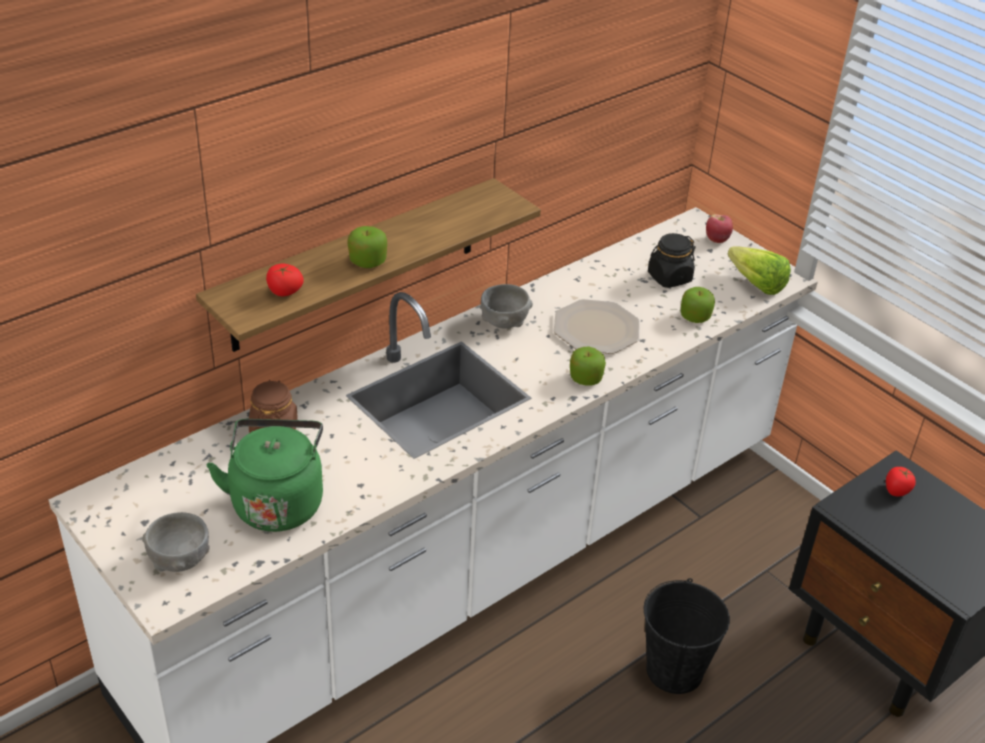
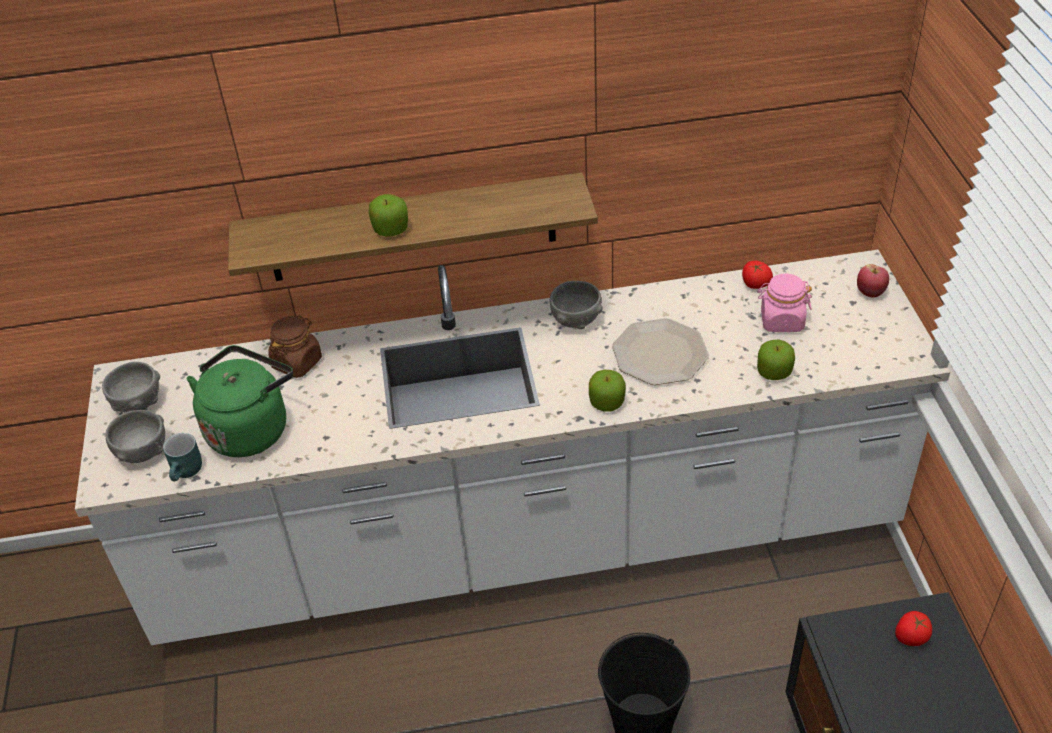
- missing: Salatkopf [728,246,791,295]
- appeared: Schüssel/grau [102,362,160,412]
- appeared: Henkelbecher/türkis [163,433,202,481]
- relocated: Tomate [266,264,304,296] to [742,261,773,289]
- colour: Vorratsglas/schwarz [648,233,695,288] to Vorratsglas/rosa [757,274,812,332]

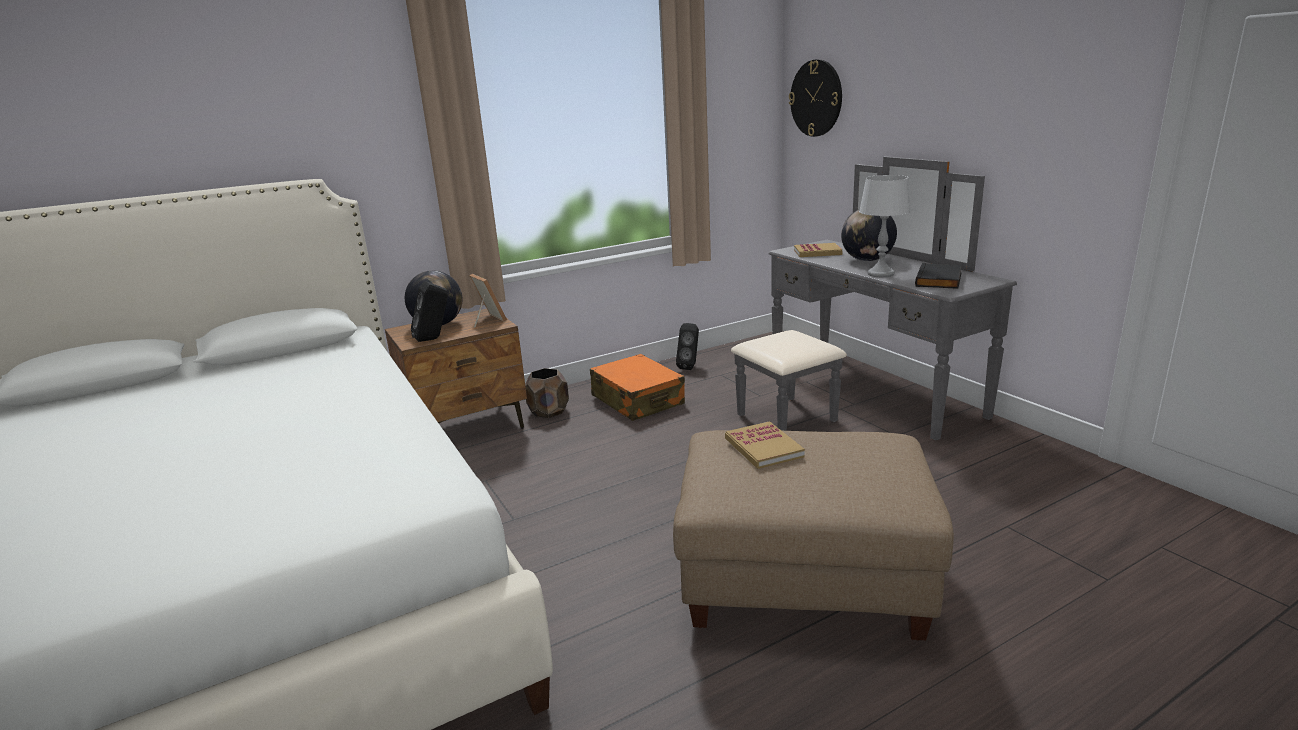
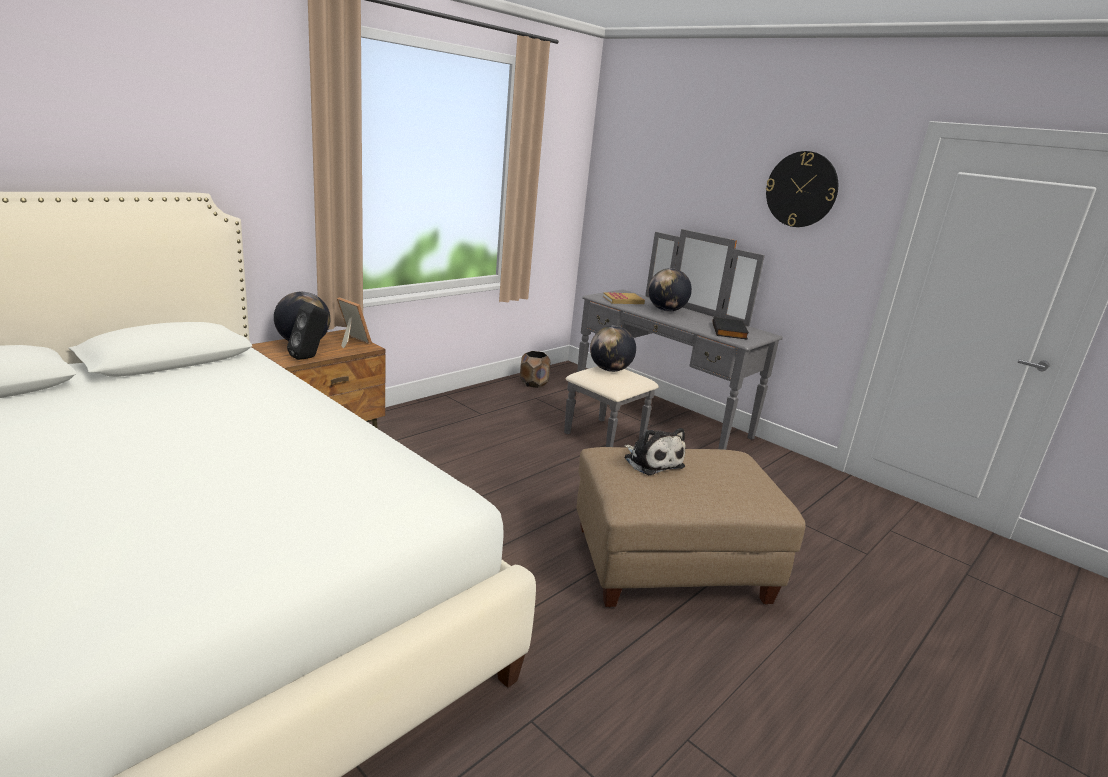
- missing: Koffer/orange [590,354,685,421]
- missing: Lautsprecher/schwarz [676,323,699,370]
- missing: Tischlampe/grau [859,175,911,277]
- appeared: Globus [590,326,636,372]
- relocated: Pflanzkübel/braun [525,368,569,418] to [520,351,551,388]
- relocated: Wanduhr [789,59,842,137] to [766,151,838,227]
- exchanged: Buch [725,421,805,469] to Plüschtier [624,428,686,475]

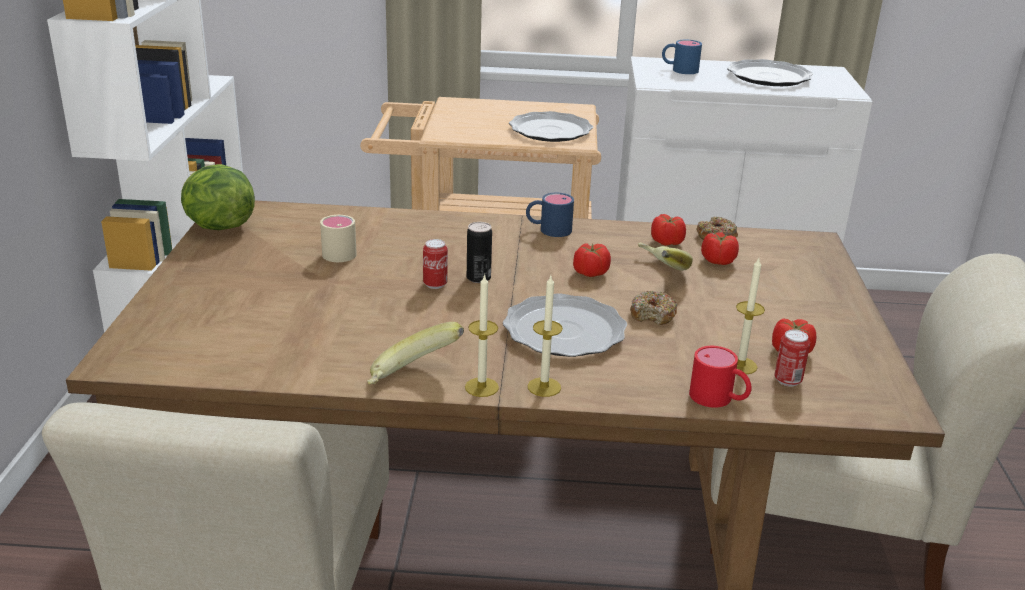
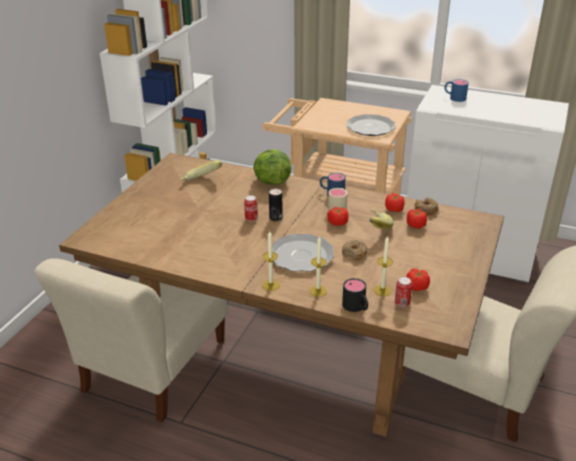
- missing: Teller [727,59,813,86]
- relocated: Salatkopf [181,164,255,230] to [253,149,291,185]
- relocated: Henkelbecher/beige [320,215,357,262] to [328,188,347,211]
- relocated: Banane [367,322,464,385] to [179,160,222,181]
- relocated: Kerze [465,274,499,397] to [309,237,327,297]
- colour: Henkelbecher/rot [689,346,752,408] to Henkelbecher/schwarz [342,278,368,312]

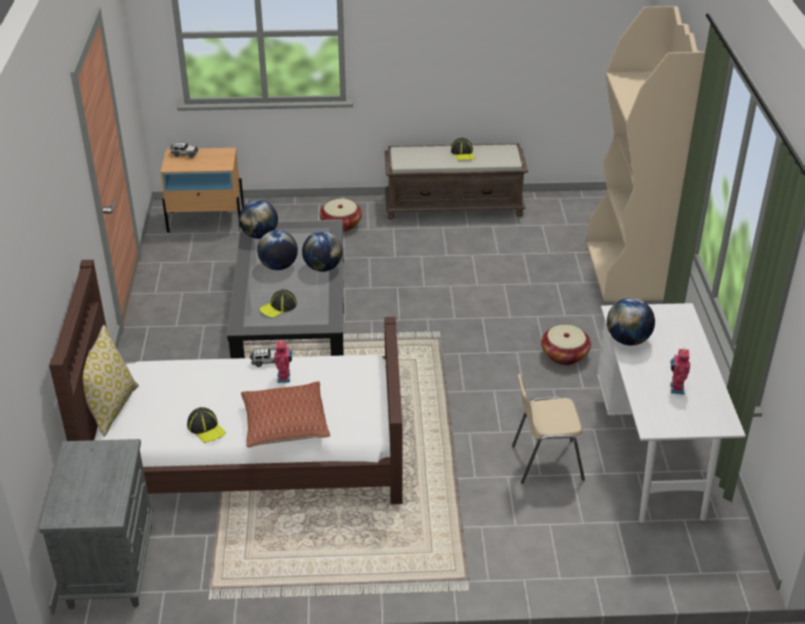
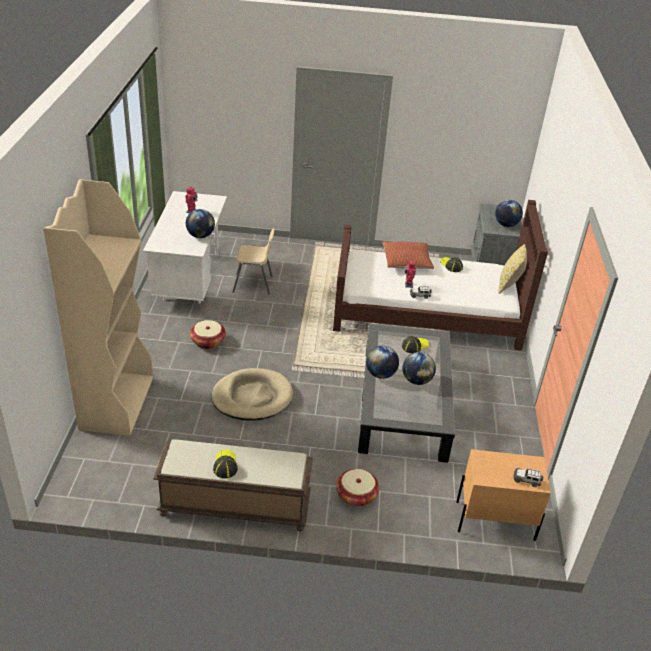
- appeared: Hundebett/beige [212,368,293,420]
- relocated: Globus [239,200,278,239] to [495,200,523,227]

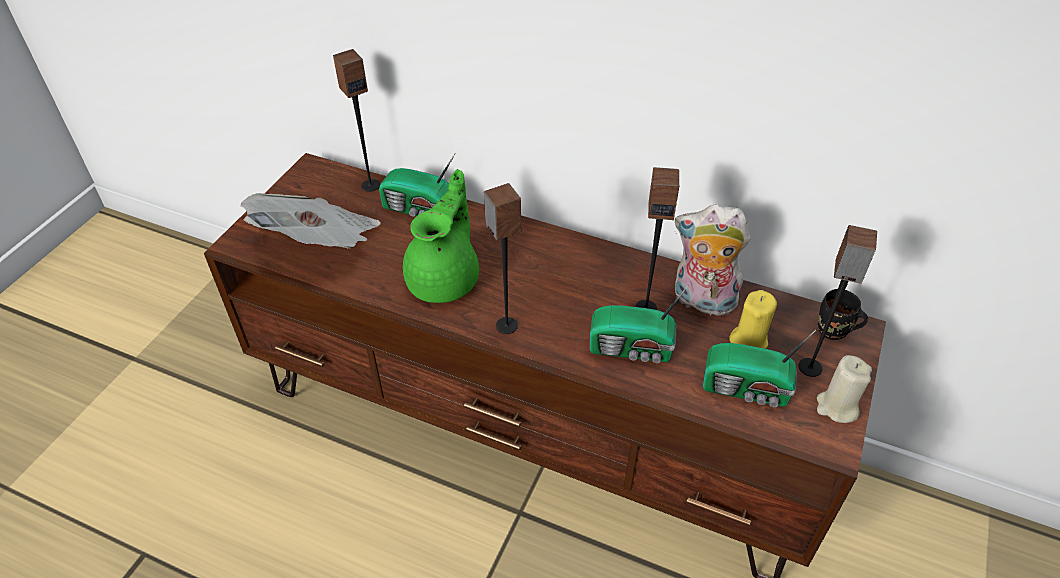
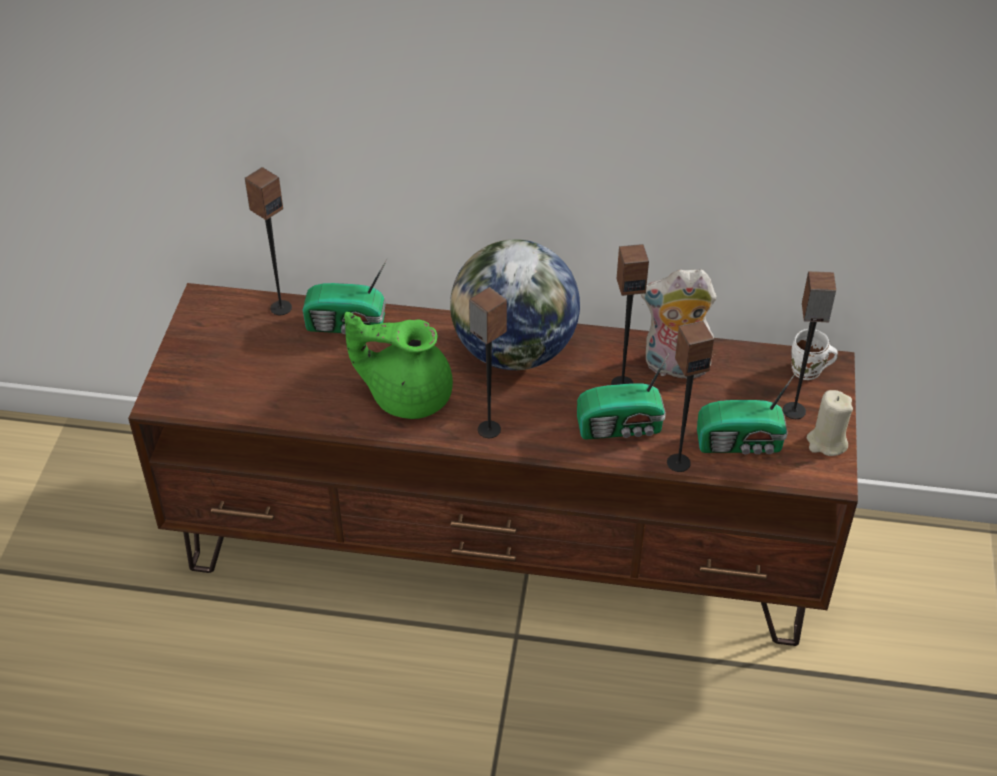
- missing: Zeitung [241,193,381,248]
- missing: Kerze/gelb [729,290,777,349]
- appeared: Globus [450,239,580,370]
- appeared: Lautsprecher [667,321,714,472]
- colour: Henkelbecher/schwarz [818,289,868,340] to Henkelbecher/weiß [791,329,838,380]
- spun: Teekanne/grün [403,169,479,303] = [344,312,453,419] 90 degrees counterclockwise

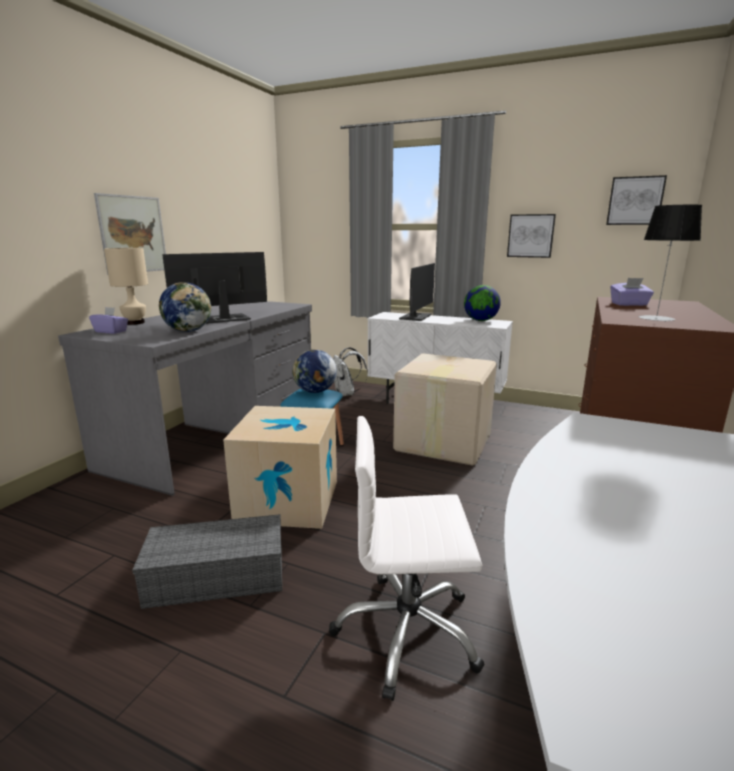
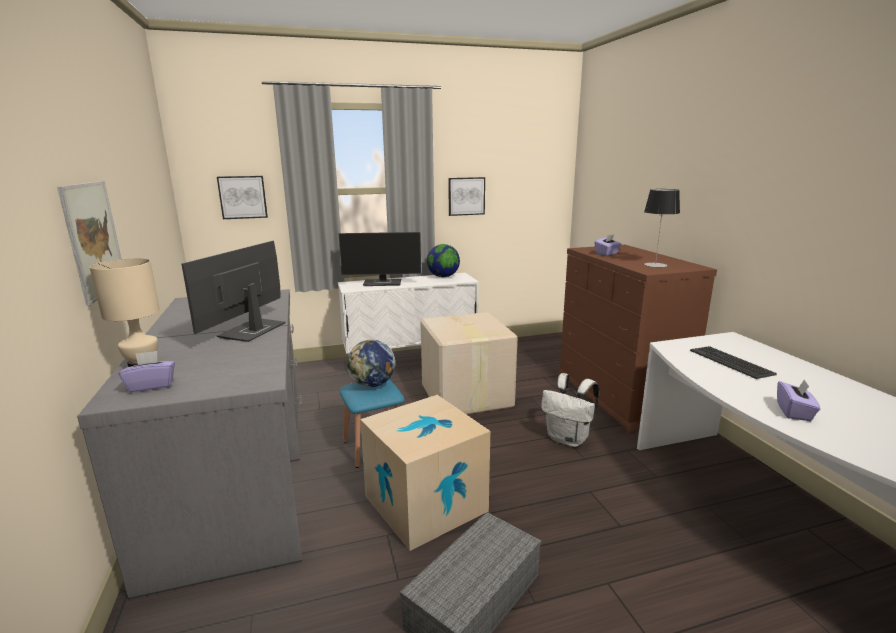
- missing: Globus [159,282,211,332]
- missing: Bürostuhl/weiß [329,416,484,701]
- appeared: Tastatur [690,346,777,379]
- appeared: Taschentuchbox/lila [777,379,820,421]
- relocated: Rucksack/weiß [333,347,368,396] to [541,373,599,447]
- relocated: Bild [606,175,667,225] to [217,176,268,219]
- spun: Monitor [399,263,435,321] = [338,232,421,286] 105 degrees clockwise

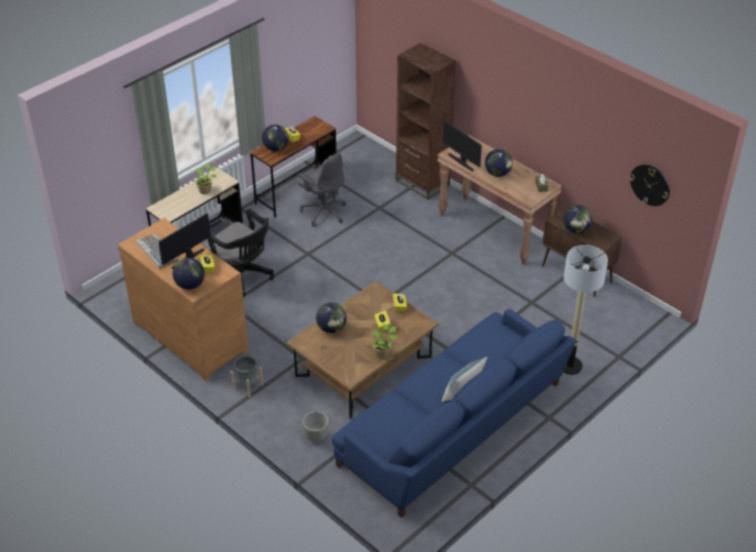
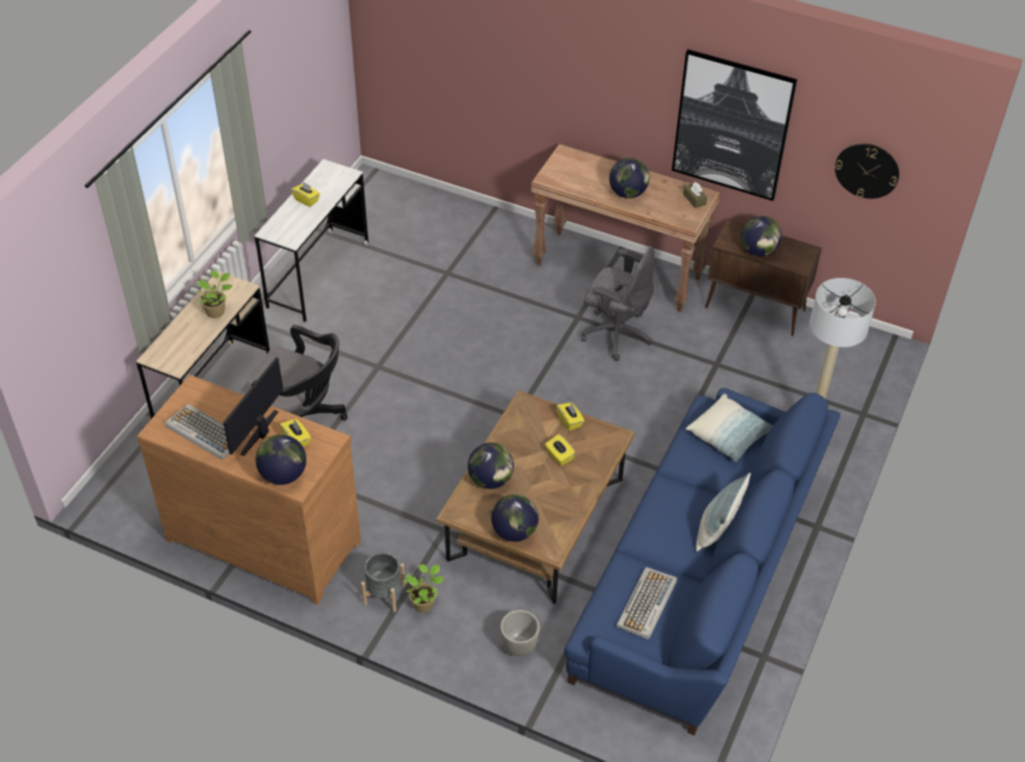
- missing: Bücherregal/braun [396,43,456,200]
- missing: Monitor [443,121,482,171]
- appeared: Tastatur [616,567,677,640]
- appeared: Bild [672,49,797,201]
- appeared: Kissen [686,394,773,462]
- relocated: Globus [262,124,289,151] to [491,494,539,542]
- relocated: Bürostuhl/grau [298,153,346,227] to [581,246,654,361]
- relocated: Topfpflanze [370,324,398,358] to [403,564,445,613]
- colour: Schreibtisch/braun [250,116,336,217] to Schreibtisch/weiß [255,159,369,322]

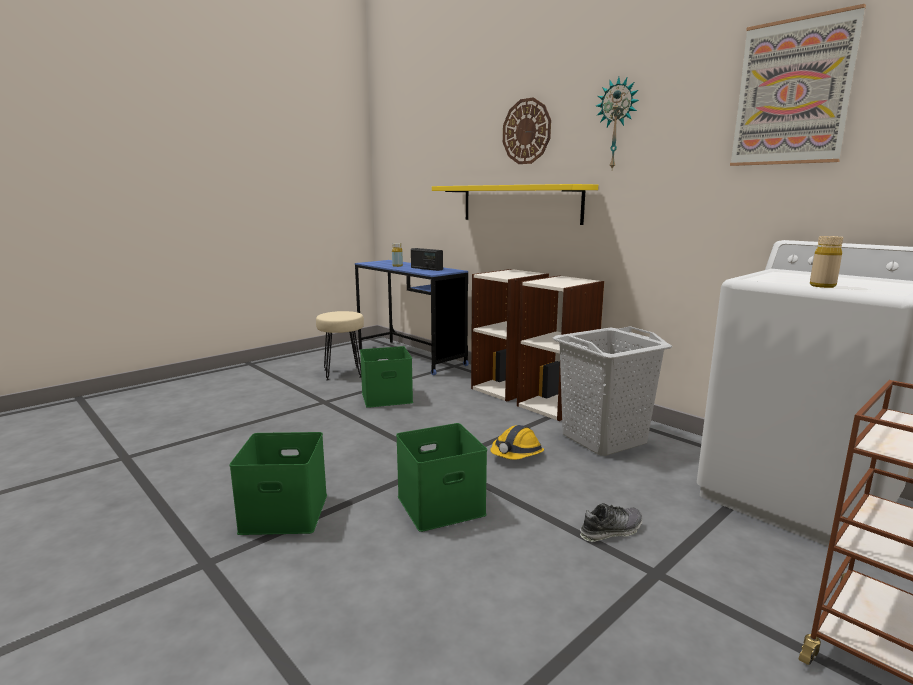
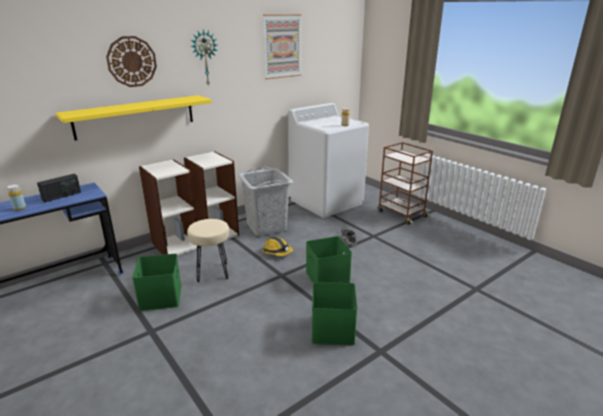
- relocated: Hocker/beige [316,311,364,381] to [187,219,229,282]

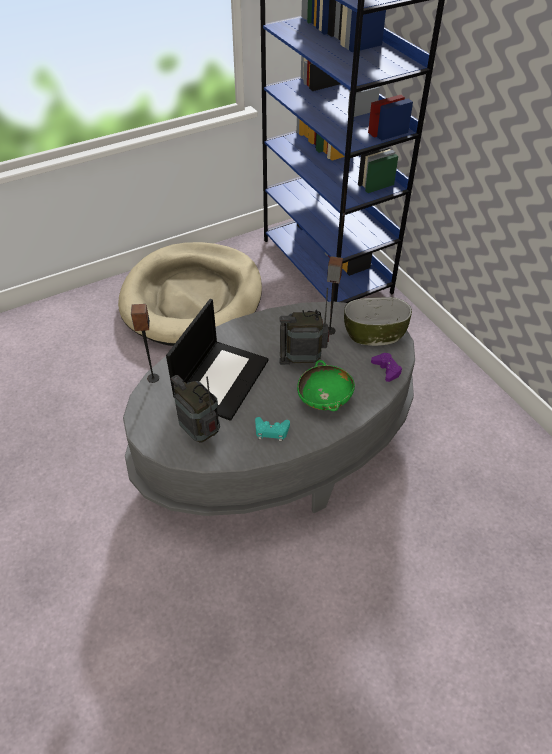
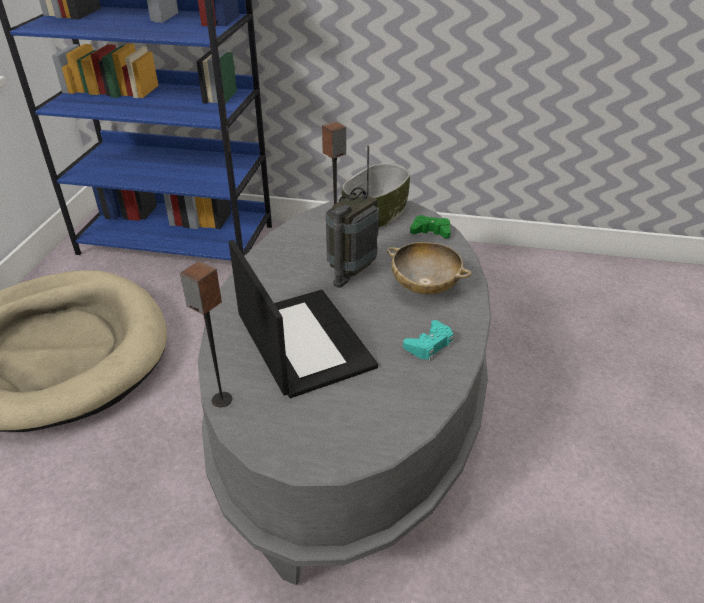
- missing: Radio [171,375,220,442]
- colour: Schüssel/grün [297,360,355,411] to Schüssel/beige [387,242,471,294]
- colour: Gamepad/lila [371,353,402,382] to Gamepad/grün [410,215,451,239]

